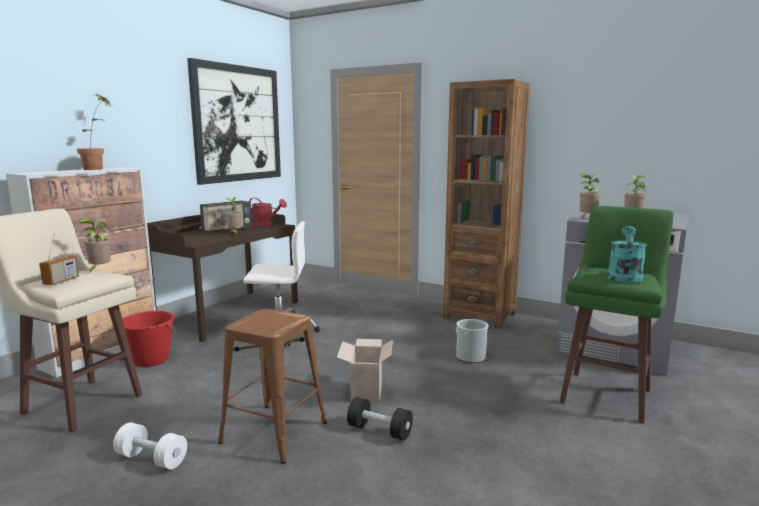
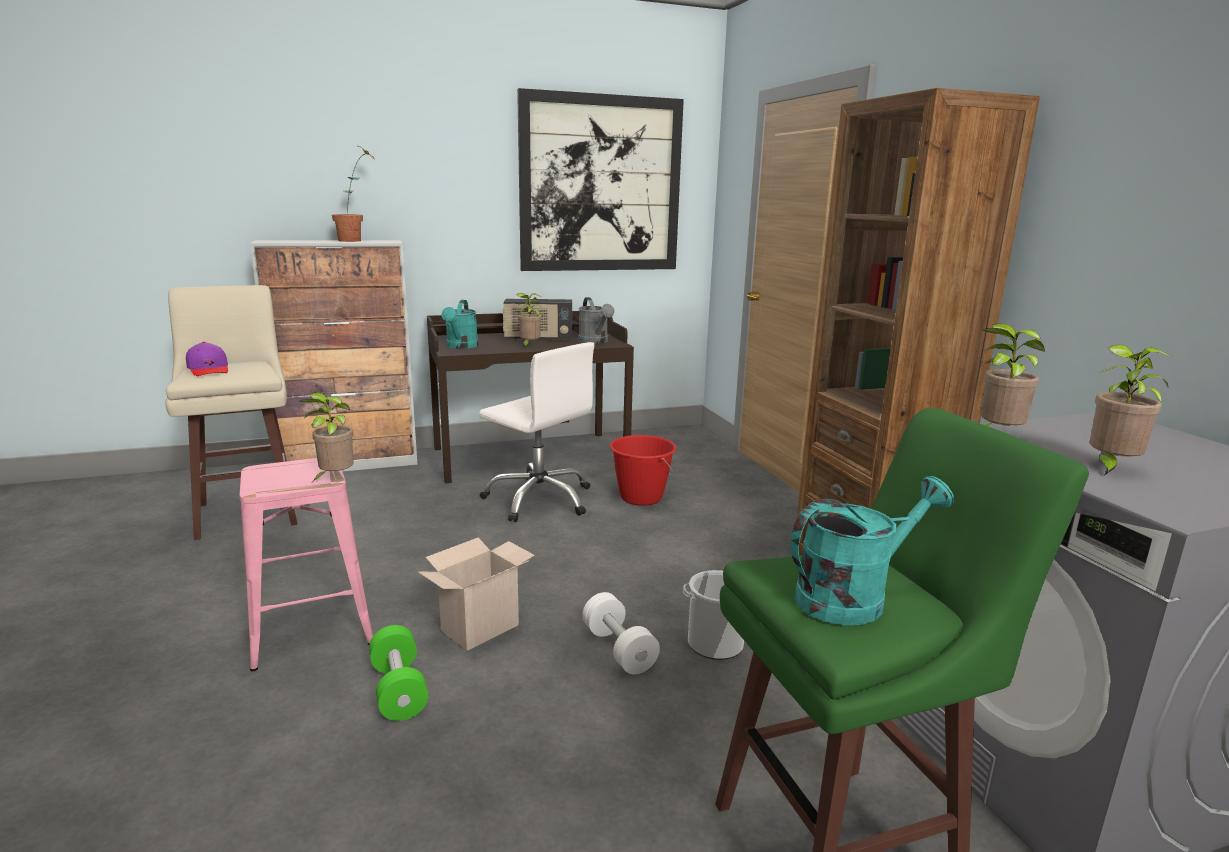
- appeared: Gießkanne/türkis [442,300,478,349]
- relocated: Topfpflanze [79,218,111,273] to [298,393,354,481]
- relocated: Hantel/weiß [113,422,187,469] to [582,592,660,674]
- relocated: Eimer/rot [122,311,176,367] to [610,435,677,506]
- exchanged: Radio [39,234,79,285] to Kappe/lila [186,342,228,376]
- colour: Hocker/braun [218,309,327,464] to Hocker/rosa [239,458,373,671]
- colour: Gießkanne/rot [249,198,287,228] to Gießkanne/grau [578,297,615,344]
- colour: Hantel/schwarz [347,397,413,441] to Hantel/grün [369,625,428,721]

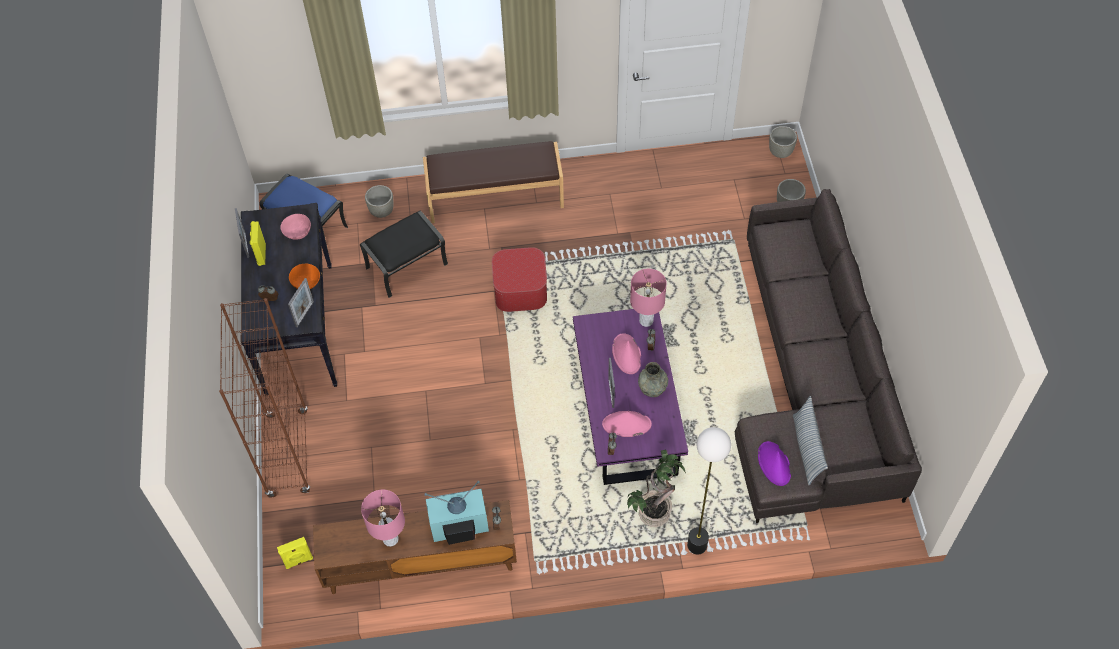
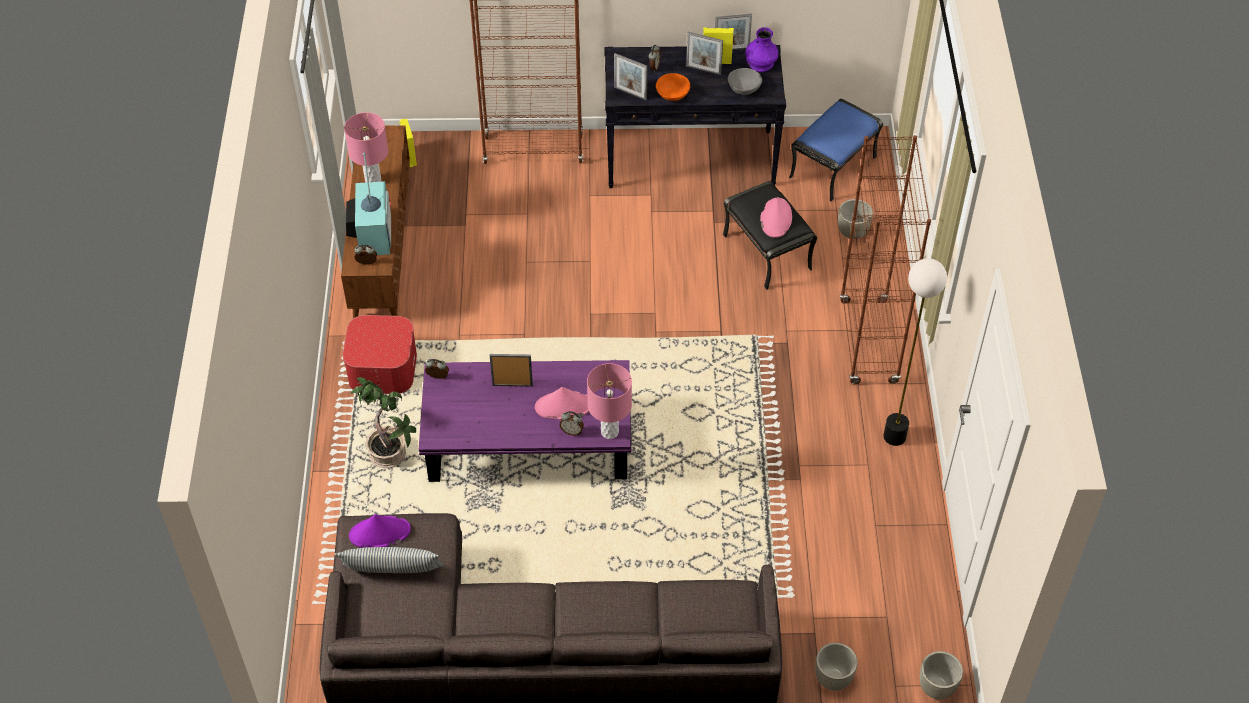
- missing: Vase/grau [638,362,668,397]
- appeared: Bilderrahmen [686,32,723,75]
- appeared: Vase/lila [745,27,778,72]
- relocated: Polsterhocker [492,247,547,312] to [343,315,417,394]
- relocated: Hut/rosa [602,411,652,437] to [760,197,792,238]
- relocated: Stehlampe [687,427,731,554] to [883,258,947,446]
- exchanged: Bank/braun [423,141,564,223] to Bücherregal/braun [839,135,931,384]
- colour: Schüssel/rosa [280,214,311,240] to Schüssel/grau [728,68,762,95]

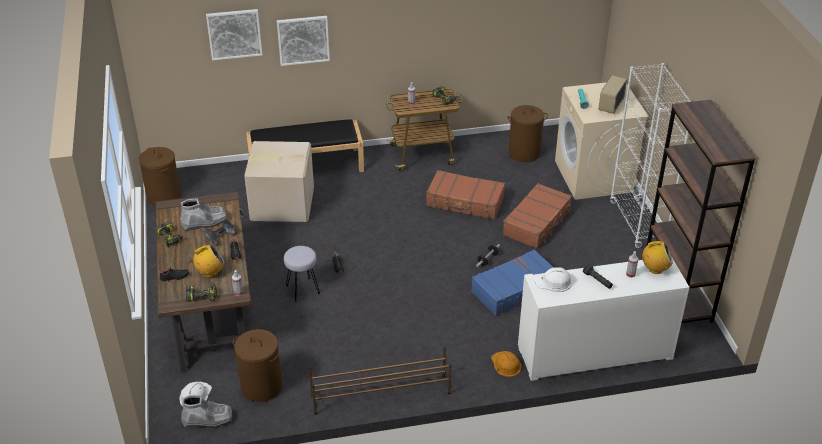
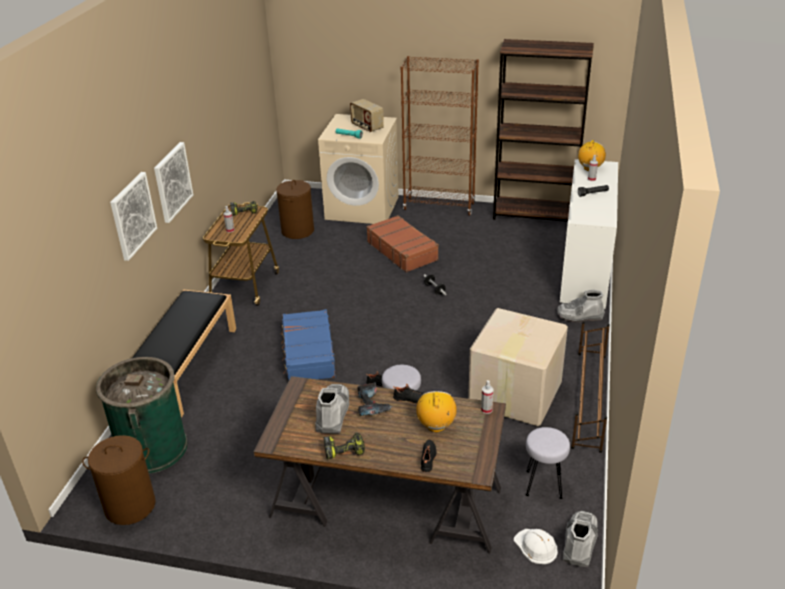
- missing: Bohrmaschine [186,284,217,302]
- missing: Koffer/braun [426,170,505,220]
- missing: Schutzhelm/weiß [535,267,572,292]
- appeared: Mülleimer/grün [96,357,188,474]
- relocated: Bild [206,9,262,60] to [154,142,193,223]
- relocated: Karton [244,141,314,222] to [468,308,568,426]
- relocated: Koffer/blau [471,249,554,316] to [281,309,336,381]
- exchanged: Wäschekorb/braun [233,329,282,402] to Hocker/grau [526,427,570,499]
- exchanged: Schutzhelm/orange [491,351,522,377] to Stiefel/grau [557,290,605,323]
- colour: Bücherregal/weiß [610,63,690,248] to Bücherregal/braun [401,56,479,216]

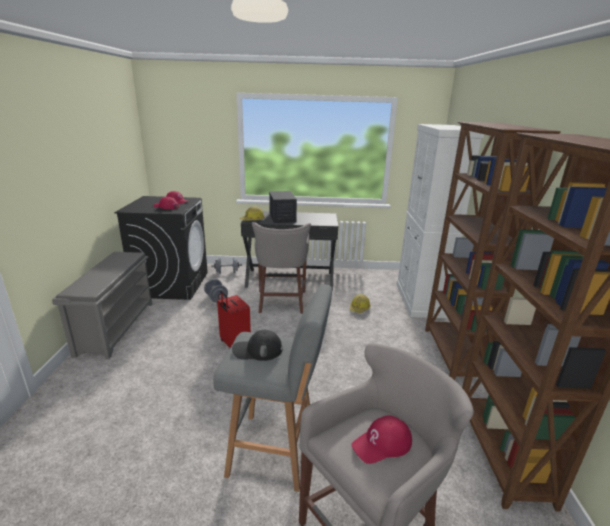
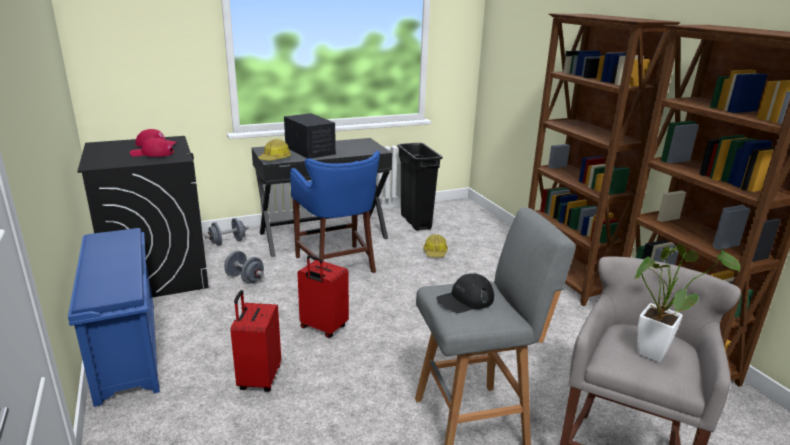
- missing: Schrank/weiß [397,124,484,318]
- appeared: Koffer/rot [230,290,281,392]
- appeared: Mülleimer/schwarz [397,143,443,231]
- exchanged: Kappe/rot [351,415,412,464] to Topfpflanze [632,244,741,362]
- colour: Schuhregal/grau [52,252,152,359] to Schuhregal/blau [68,228,160,407]
- colour: Hocker/grau [252,222,311,314] to Hocker/blau [290,151,380,273]

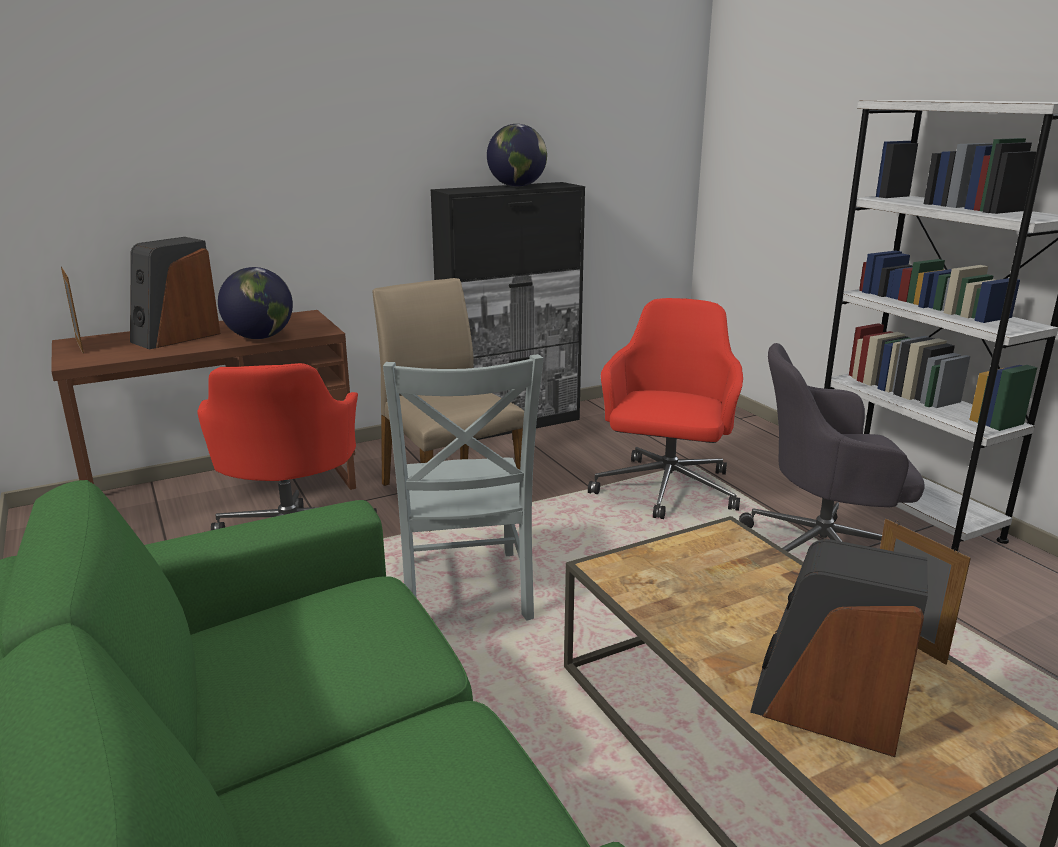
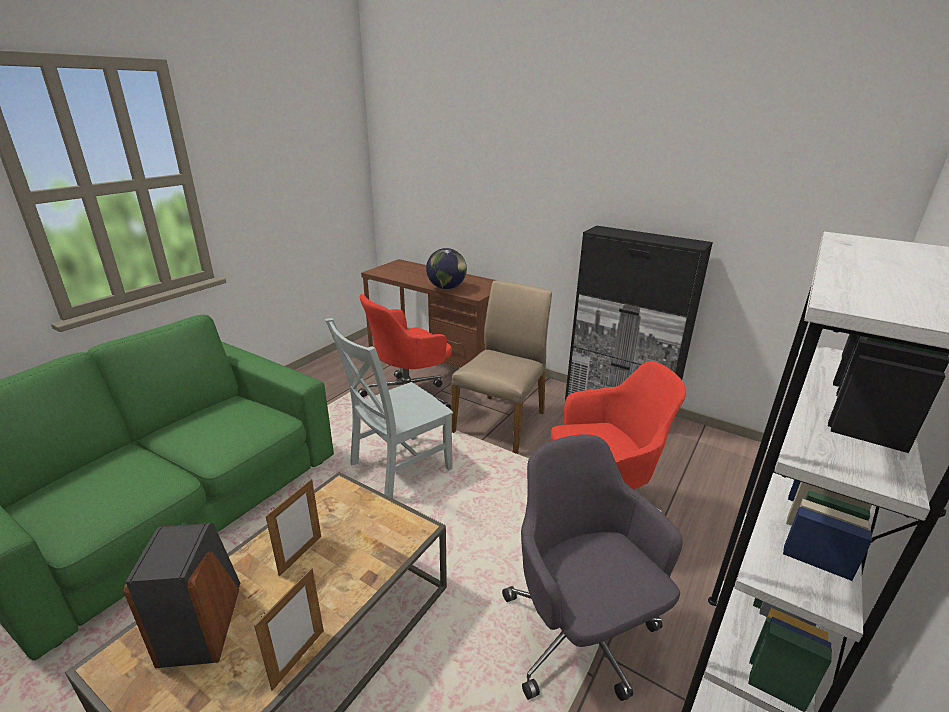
- missing: Lautsprecher [130,237,221,350]
- missing: Globus [487,124,547,187]
- relocated: Bilderrahmen [61,267,84,353] to [266,479,321,577]

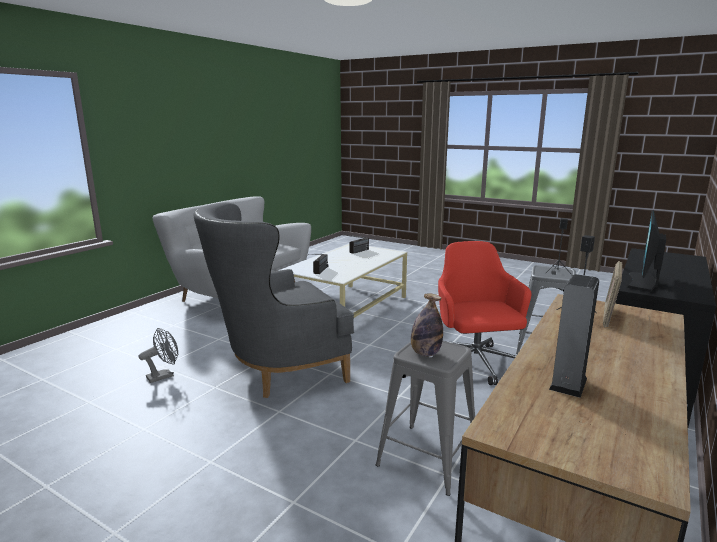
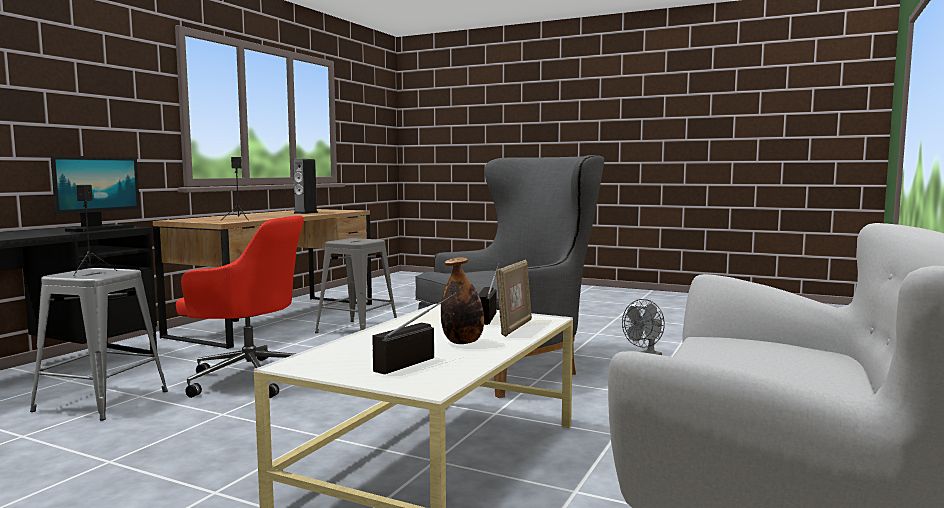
- relocated: Flasche [411,293,443,356] to [441,257,484,344]
- relocated: Bilderrahmen [603,261,622,328] to [496,259,532,337]
- spun: Bürostuhl/rot [438,241,531,385] = [176,216,304,398] 60 degrees counterclockwise

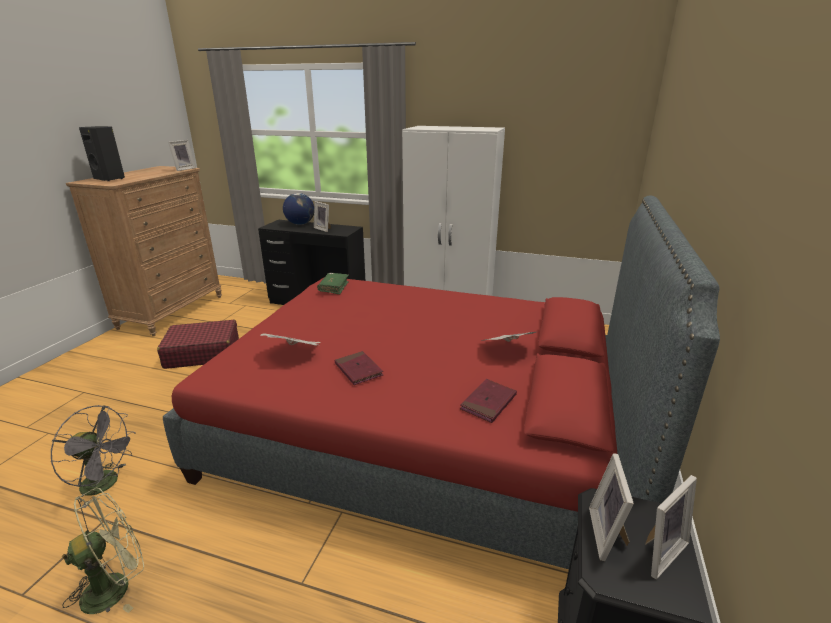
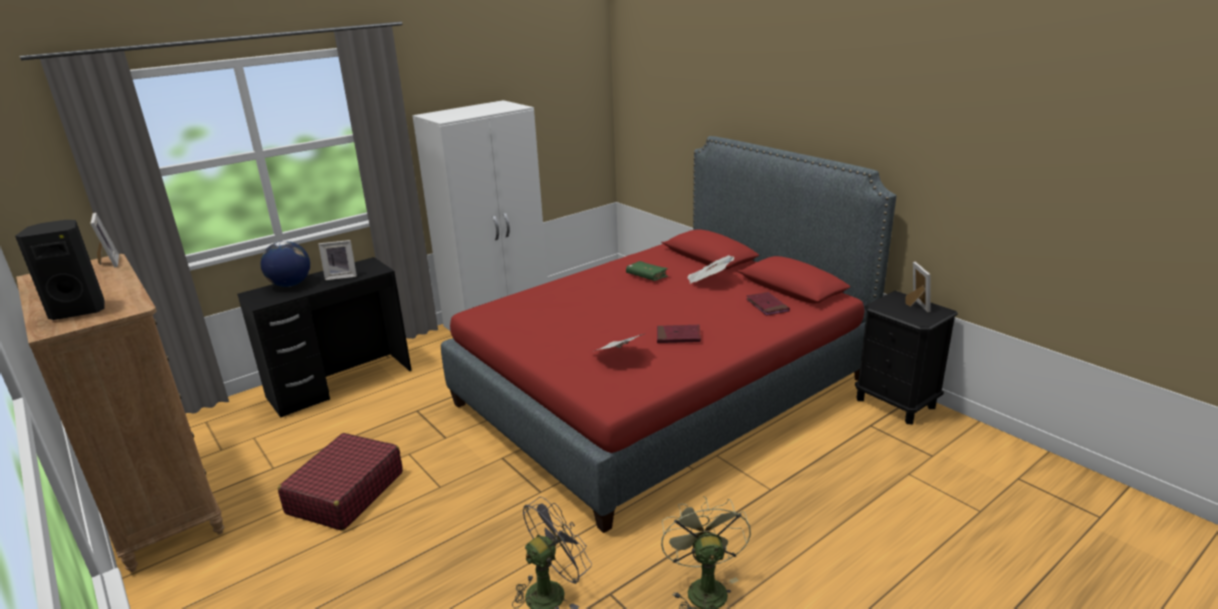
- missing: Bilderrahmen [589,453,634,561]
- relocated: Buch/grün [317,273,349,294] to [626,261,668,281]

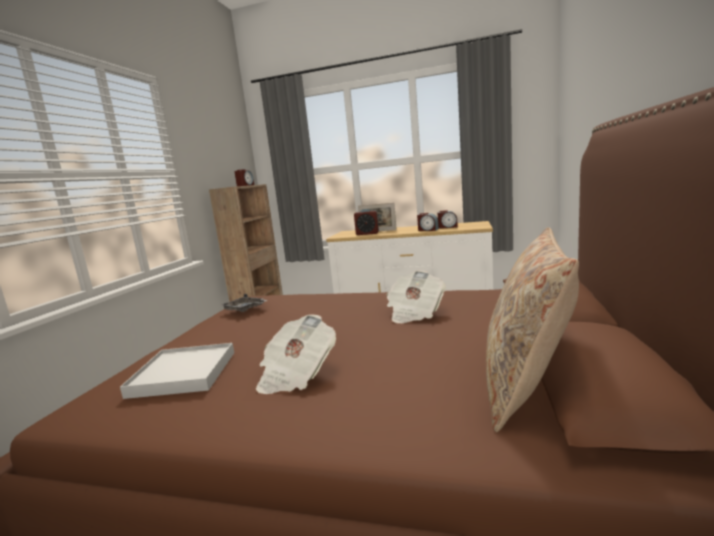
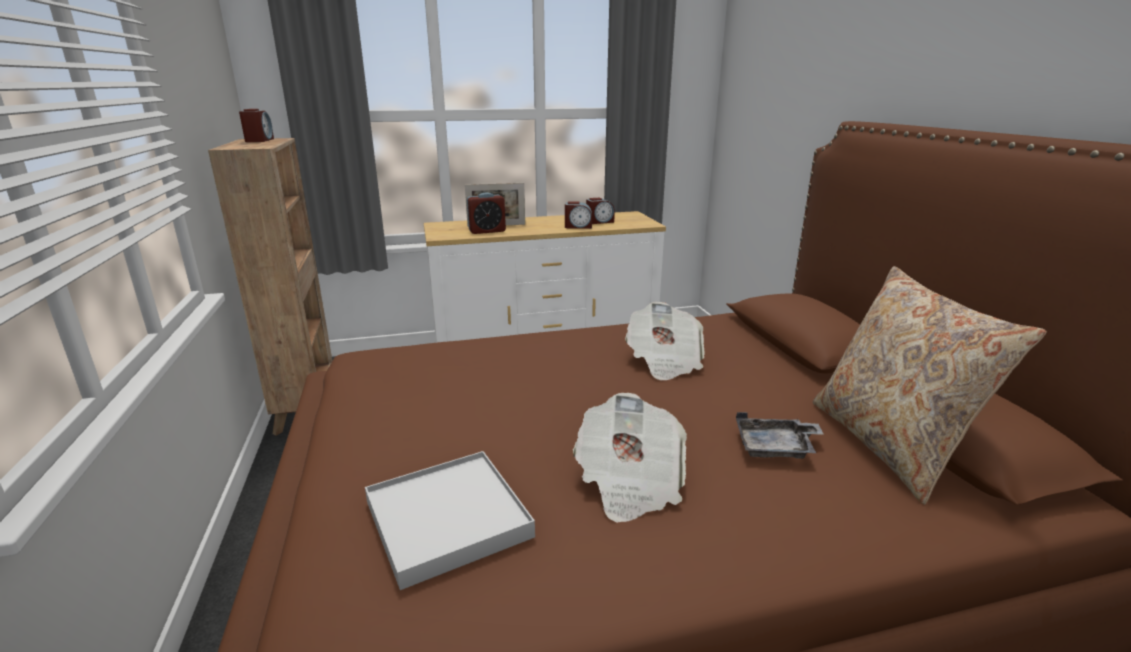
- relocated: Tablett/grau [222,294,268,312] to [736,412,824,459]

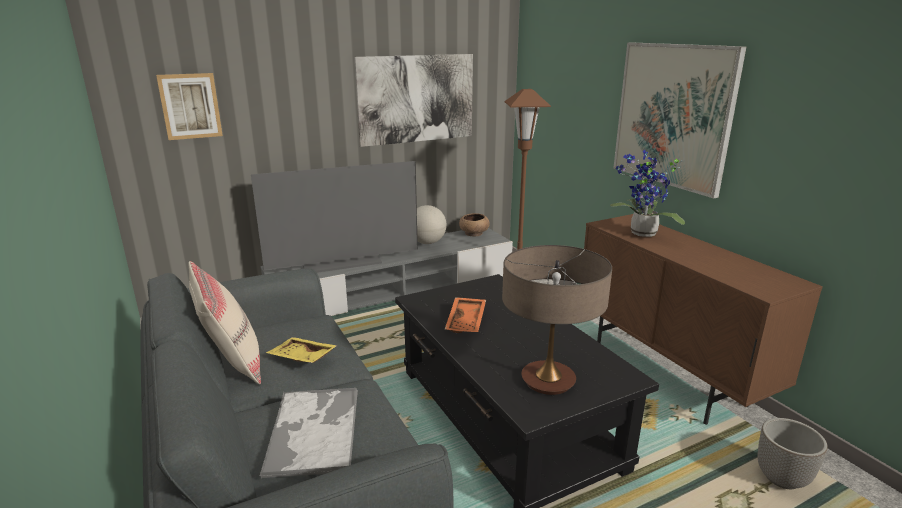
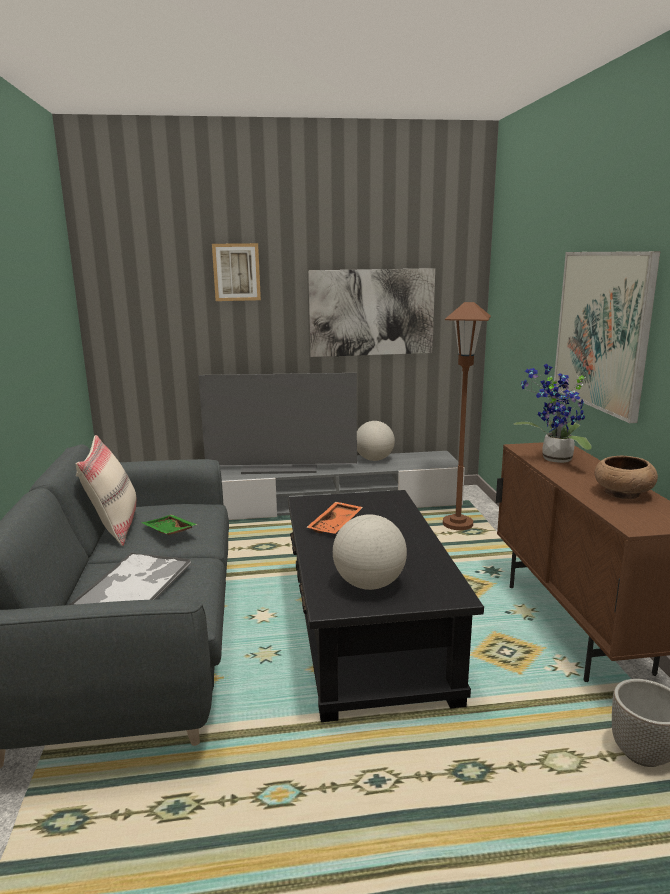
- relocated: Bild [156,73,223,140] to [212,243,261,301]
- relocated: Schüssel/braun [459,213,490,237] to [595,456,658,499]
- exchanged: Tischlampe [502,245,612,395] to Globus [333,514,407,590]
- colour: Tablett/gelb [266,337,337,363] to Tablett/grün [141,515,198,535]

